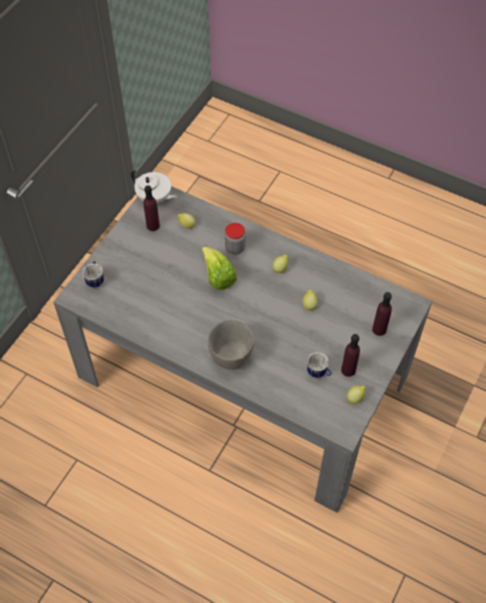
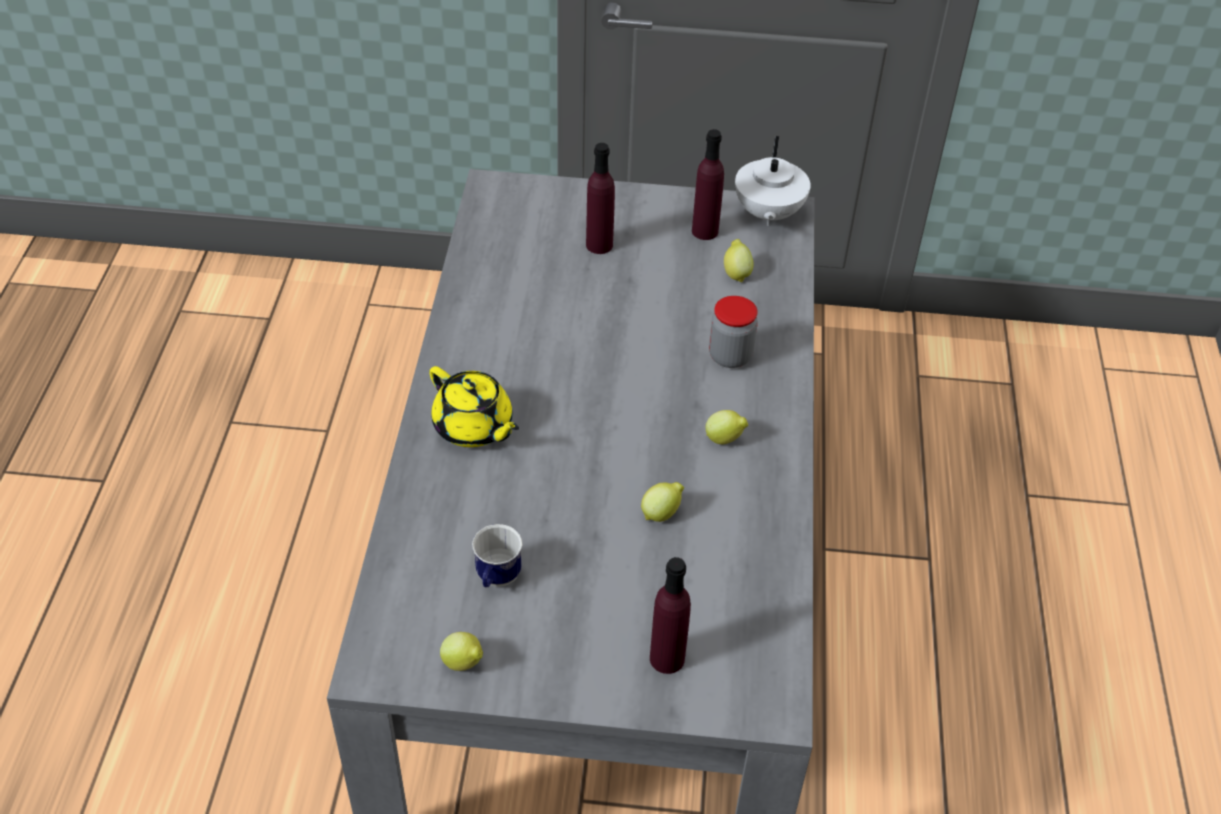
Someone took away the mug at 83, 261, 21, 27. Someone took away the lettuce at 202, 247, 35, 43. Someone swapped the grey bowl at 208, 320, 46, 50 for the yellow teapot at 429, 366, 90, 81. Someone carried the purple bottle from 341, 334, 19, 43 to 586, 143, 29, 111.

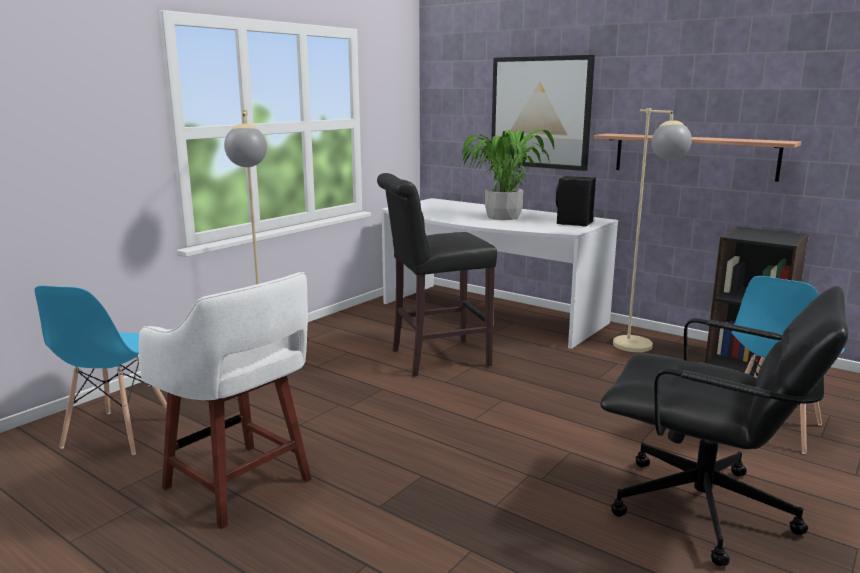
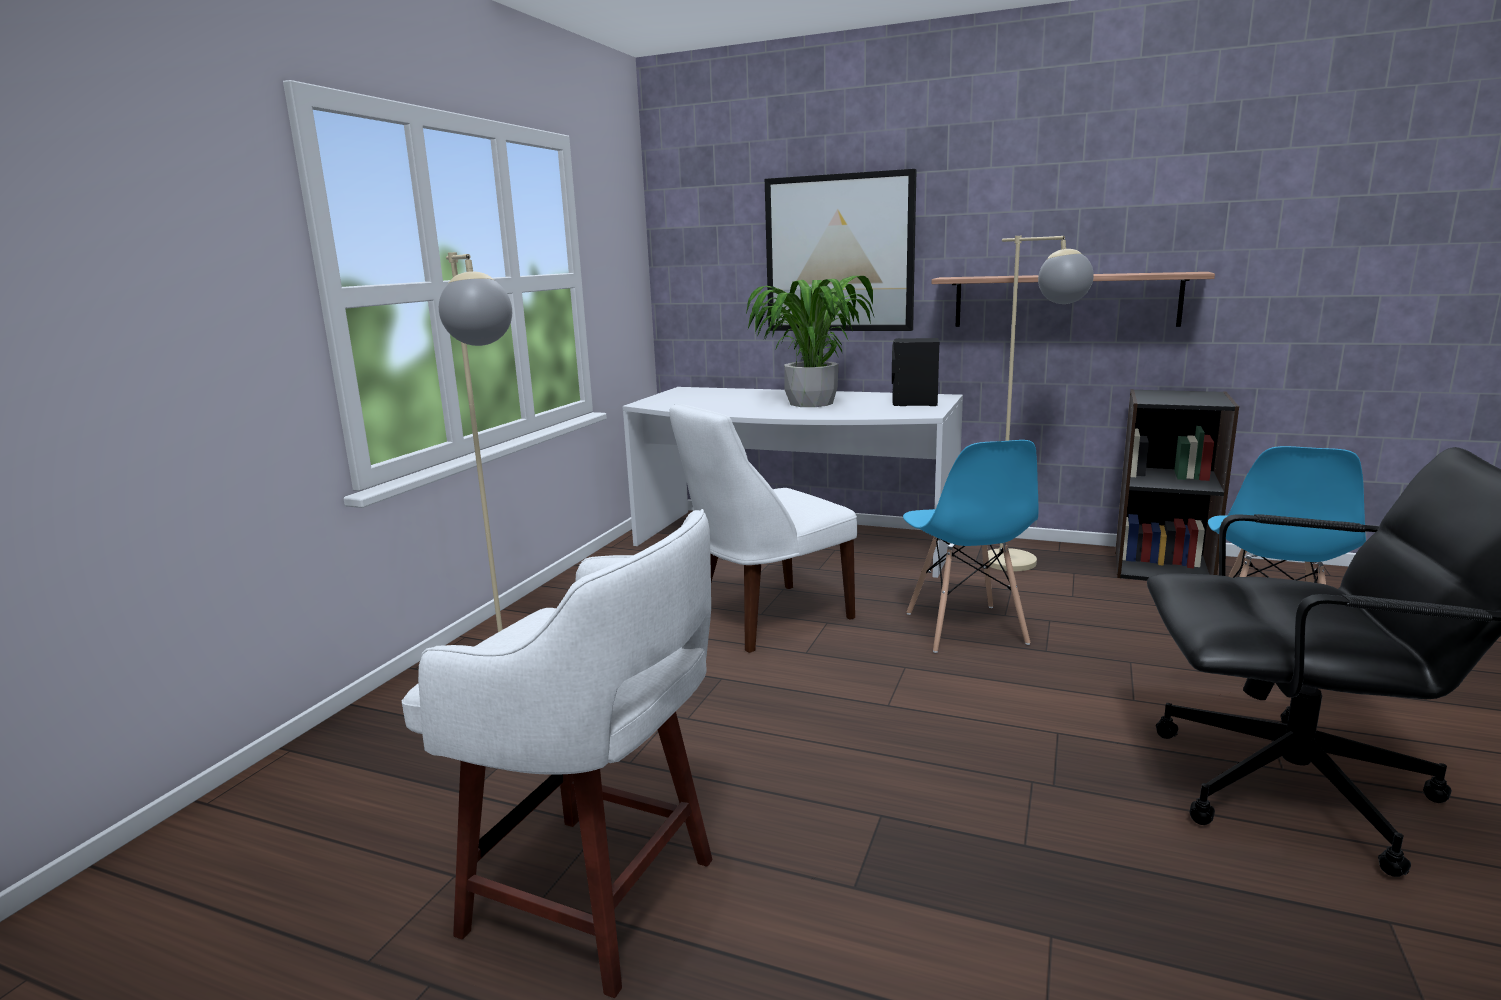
Someone carried the blue chair from 35, 286, 132, 169 to 903, 440, 135, 213. Someone swapped the black stool at 377, 173, 120, 204 for the white chair at 669, 404, 188, 249.

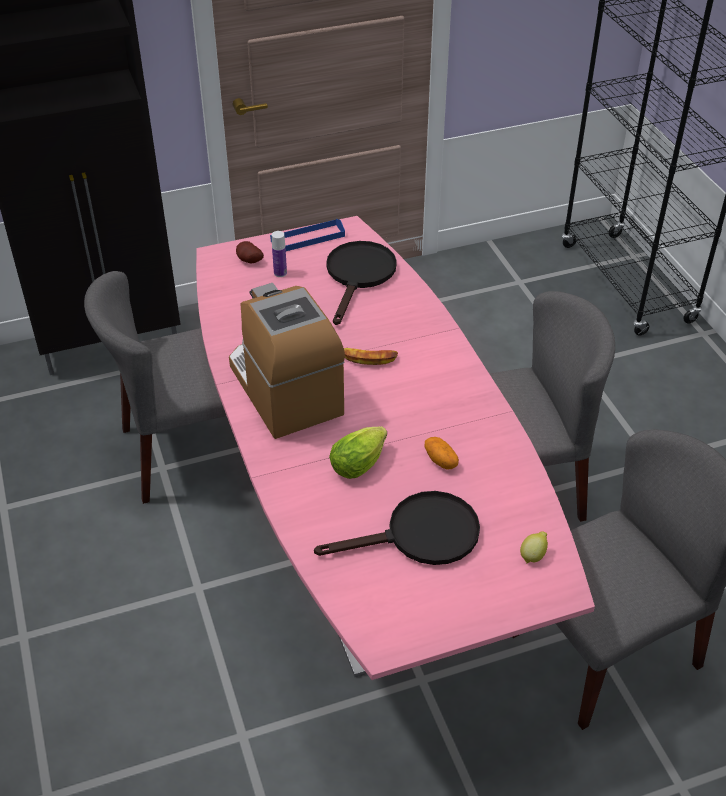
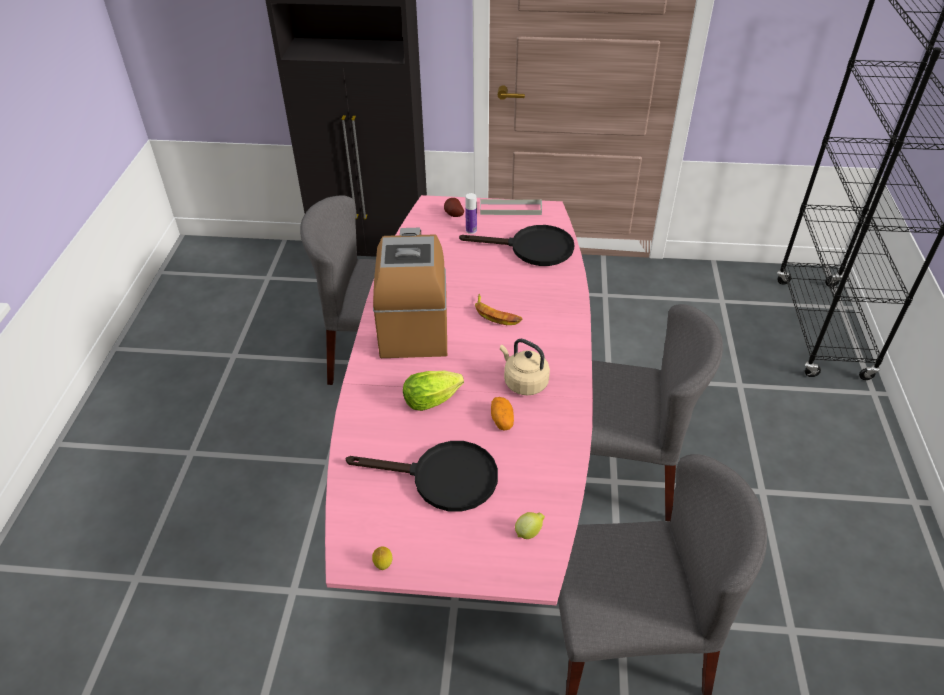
Someone repainted the blue tray at 270, 219, 75, 32, which became the grey tray at 480, 199, 62, 16. Someone rotated the black frying pan at 326, 241, 71, 84 by 60 degrees clockwise. Someone put down the lemon at 372, 546, 20, 24. Someone put down the beige kettle at 500, 339, 50, 56.

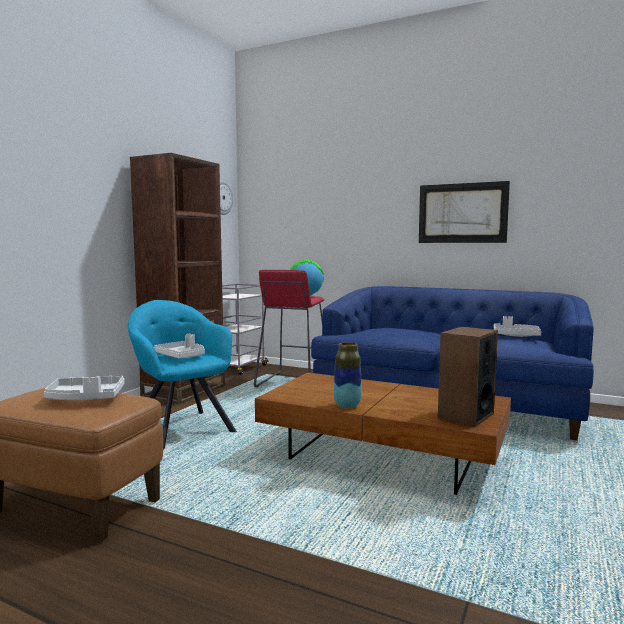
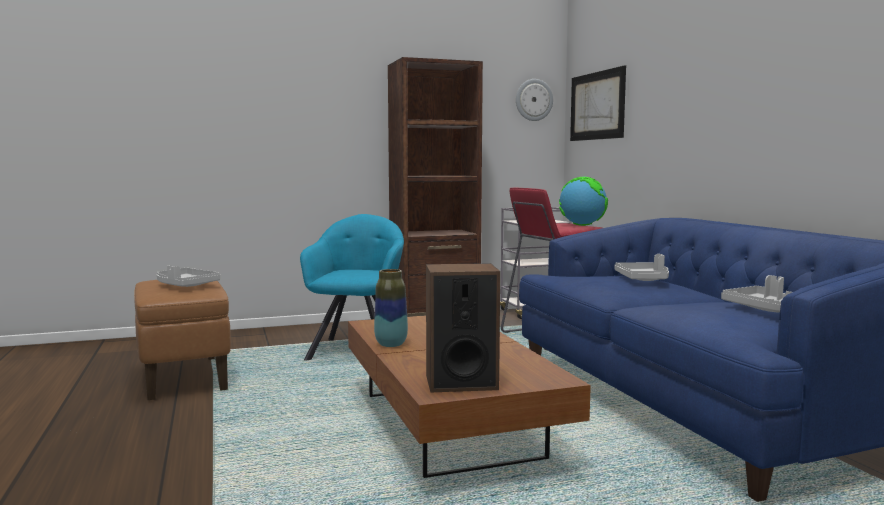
Someone carried the grey tray from 154, 334, 51, 25 to 615, 254, 54, 27. Someone carried the picture from 419, 181, 91, 62 to 570, 65, 56, 76.

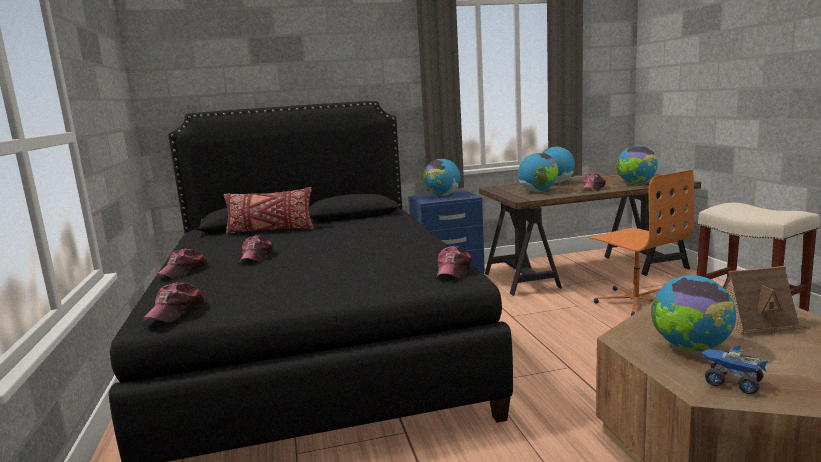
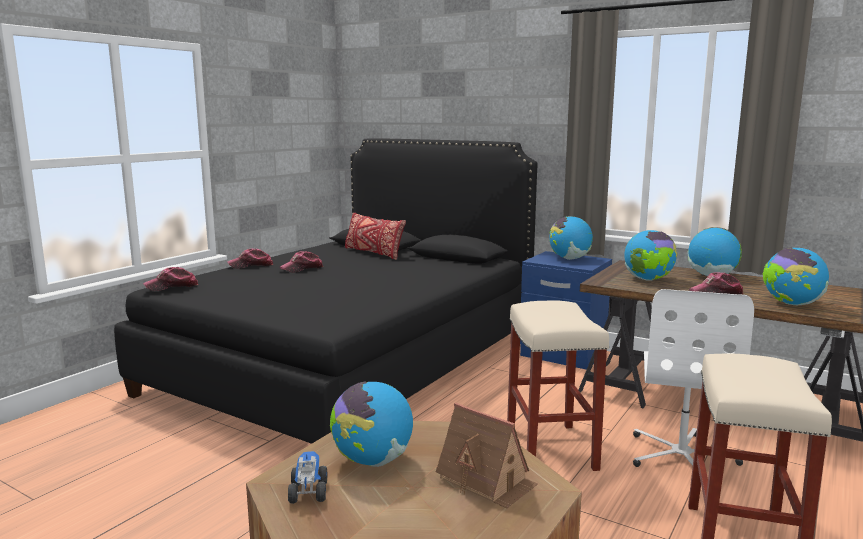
Someone took away the cap at 436, 246, 36, 33. Someone repainted the orange office chair at 589, 170, 105, 146, which became the white office chair at 633, 289, 121, 178. Someone put down the beige stool at 507, 300, 102, 171.

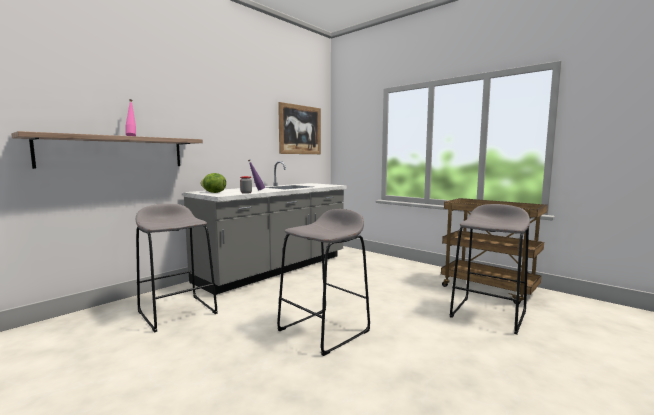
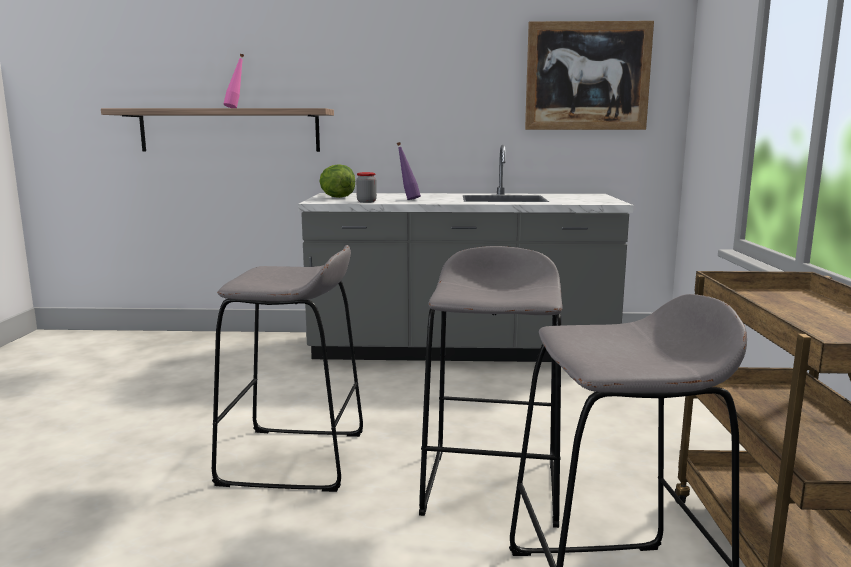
Someone carried the grey stool from 136, 204, 82, 128 to 419, 246, 143, 282.

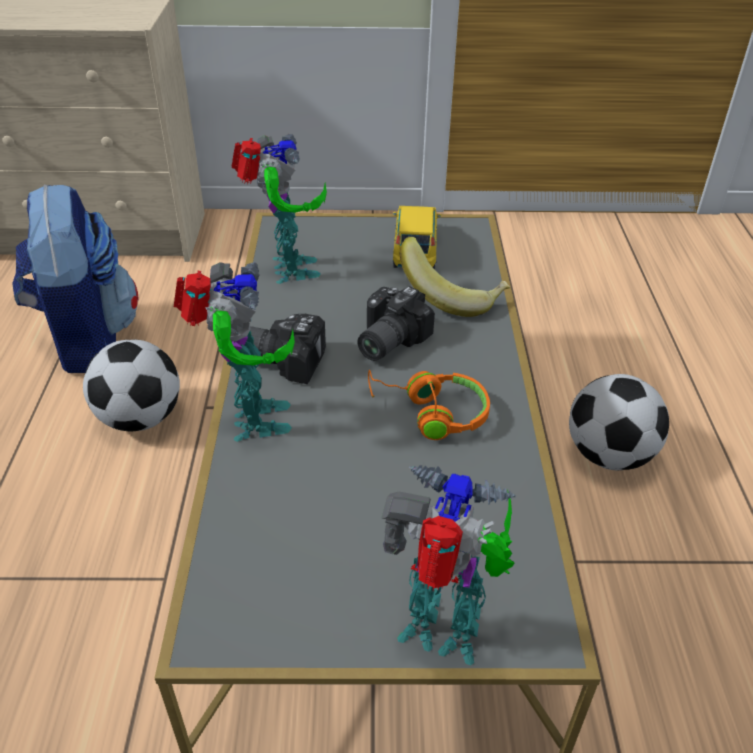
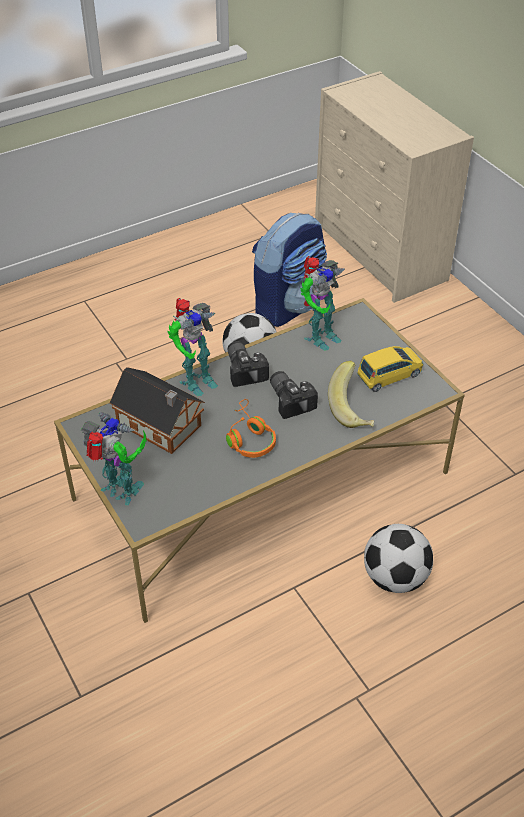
Someone rotated the photo camera at 357, 286, 78, 75 by 60 degrees clockwise. Someone rotated the toy robot at 381, 465, 135, 201 by 45 degrees counterclockwise. Someone put down the toy house at 110, 367, 95, 87.

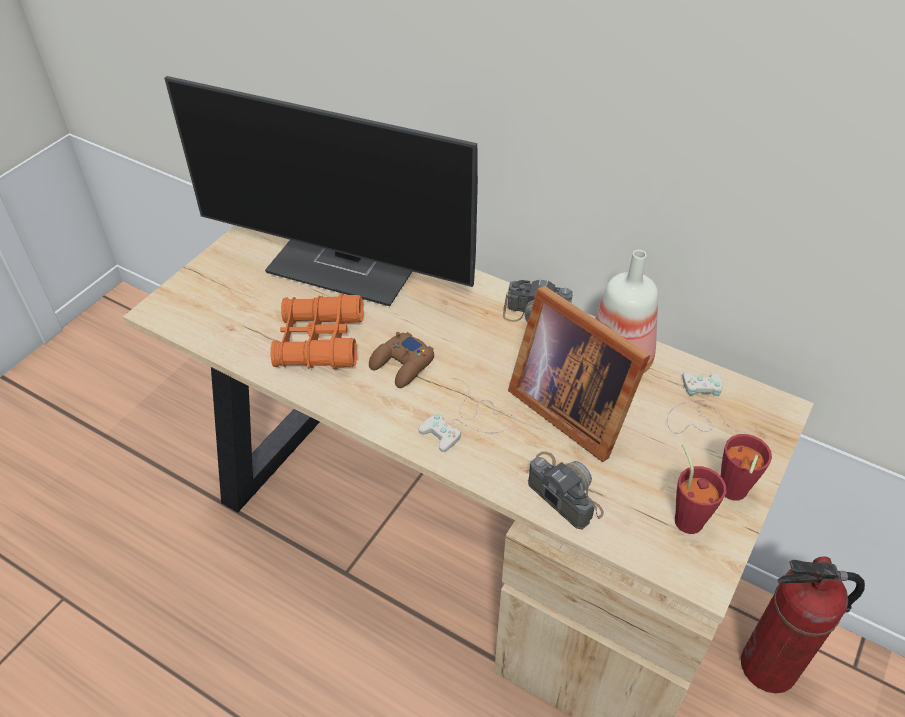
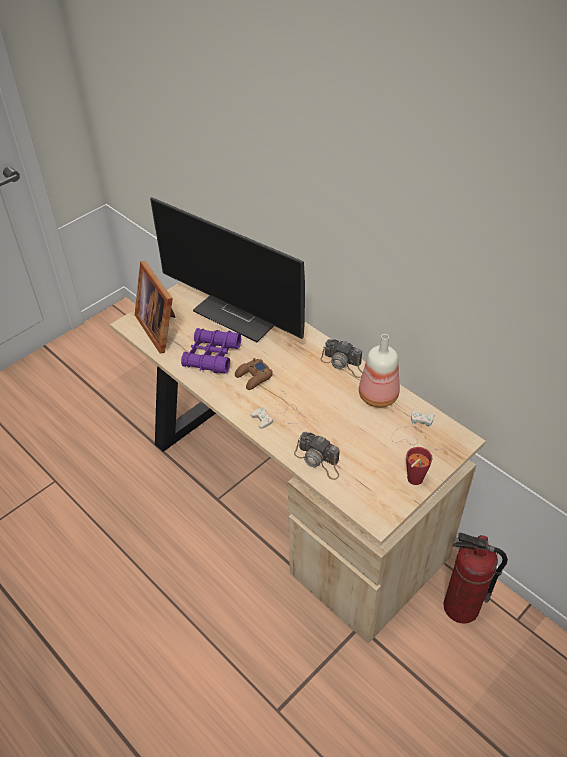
Someone repainted the orange binoculars at 270, 293, 93, 76, which became the purple binoculars at 181, 328, 60, 45. Someone carried the picture frame from 508, 286, 142, 176 to 135, 261, 40, 93. Someone rotated the photo camera at 528, 451, 76, 78 by 150 degrees clockwise. Someone took away the red cup at 675, 444, 51, 90.

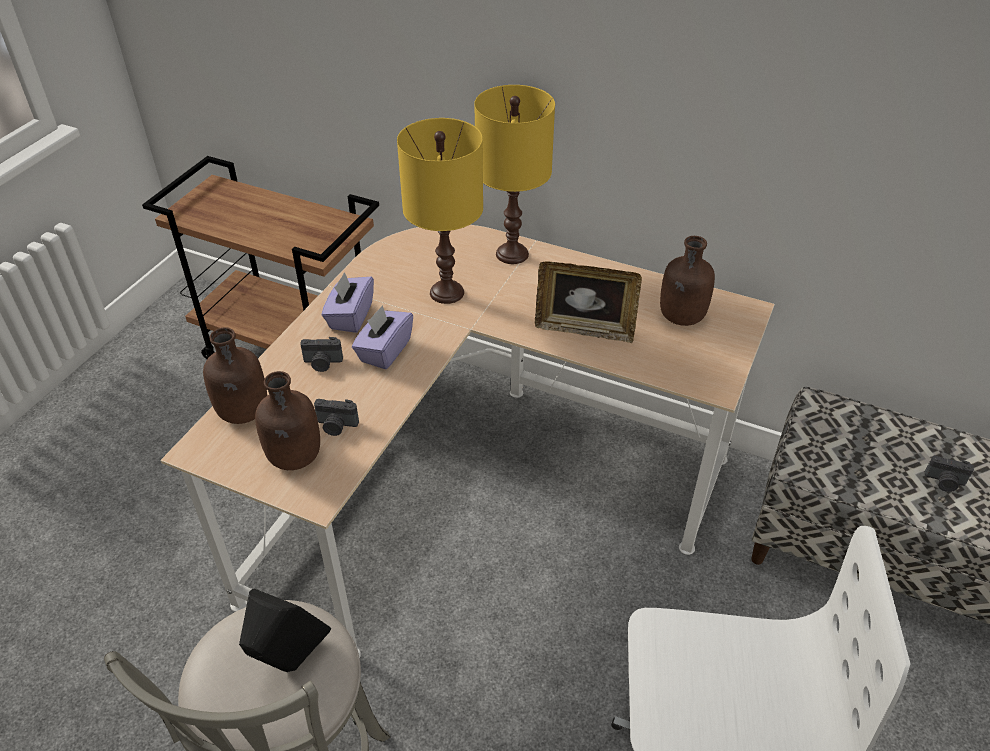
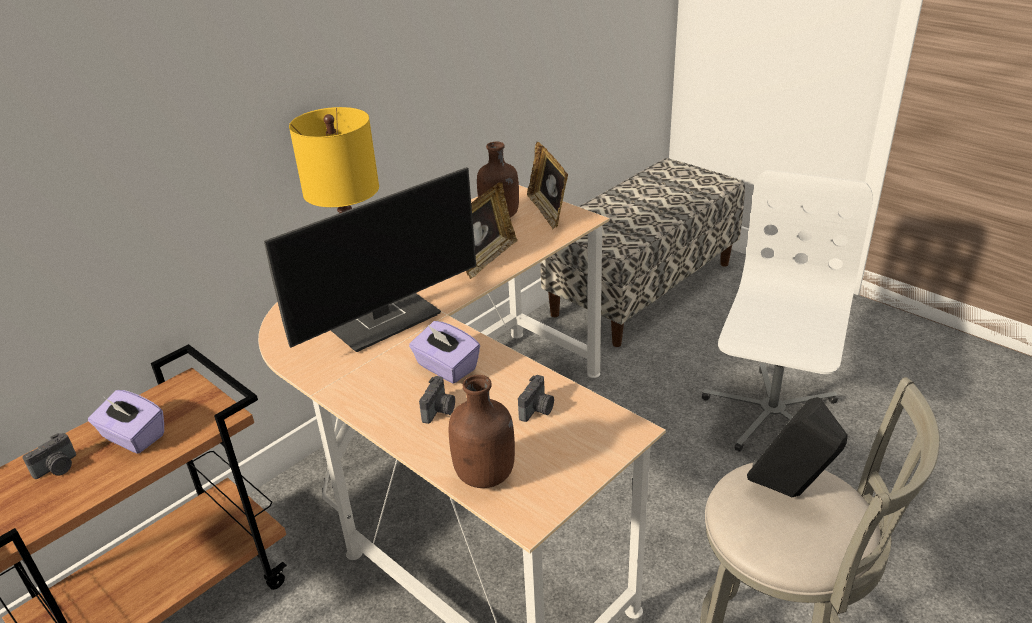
Someone took away the brown bottle at 255, 371, 65, 99. Someone carried the purple tissue box from 322, 272, 52, 61 to 88, 390, 76, 64. Someone swapped the yellow table lamp at 397, 118, 86, 186 for the monitor at 264, 167, 212, 185. Someone carried the photo camera from 925, 455, 49, 37 to 22, 433, 54, 46. Someone put down the picture frame at 527, 142, 41, 88.

